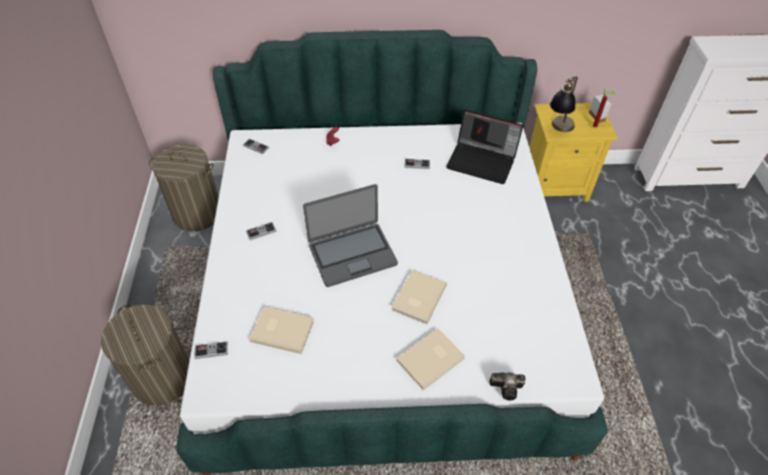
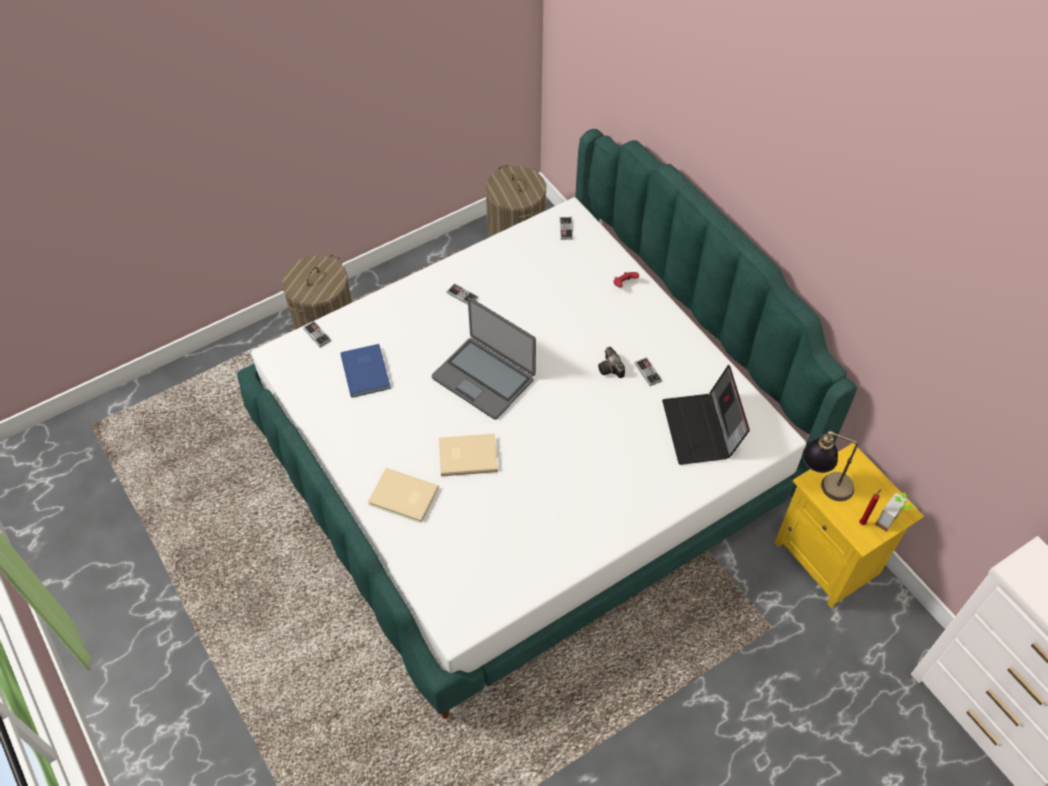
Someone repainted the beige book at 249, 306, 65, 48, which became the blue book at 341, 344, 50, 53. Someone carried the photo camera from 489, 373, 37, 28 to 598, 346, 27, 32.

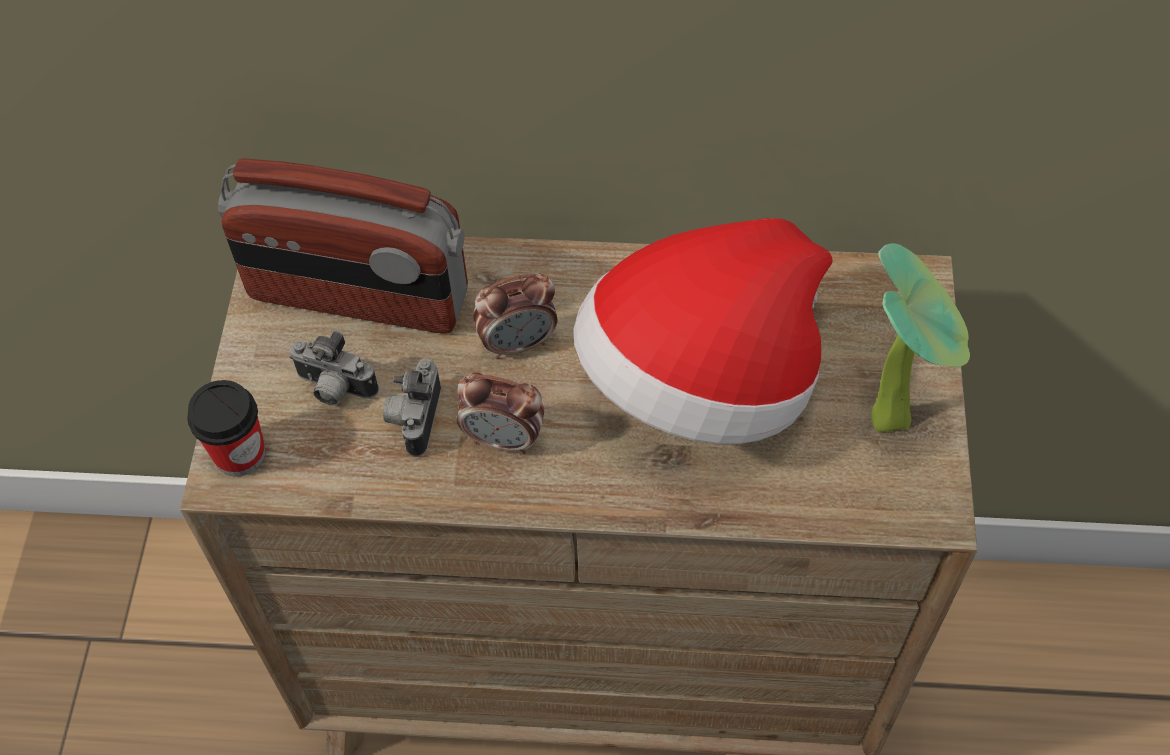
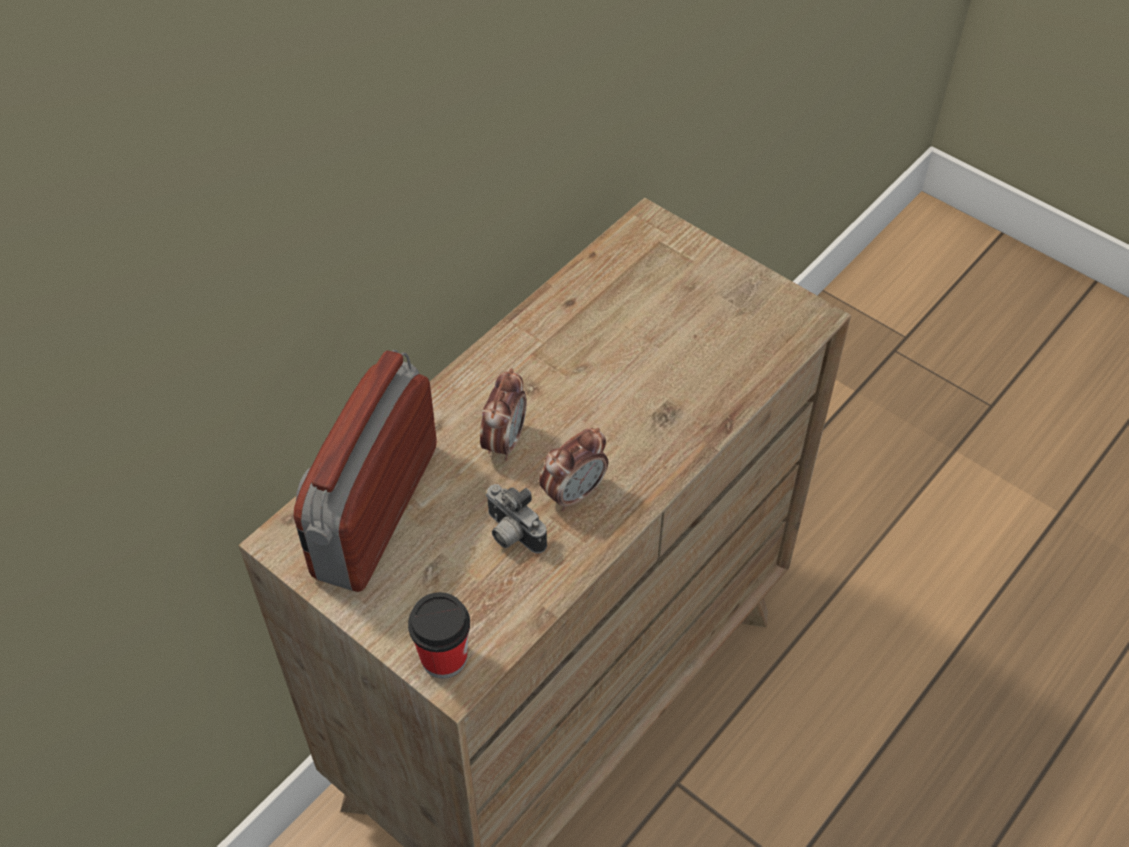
Someone rotated the radio at 218, 158, 250, 176 by 150 degrees clockwise. Someone took away the photo camera at 289, 331, 90, 75. Someone took away the hat at 573, 218, 260, 226. Someone took away the potted plant at 871, 243, 99, 189.

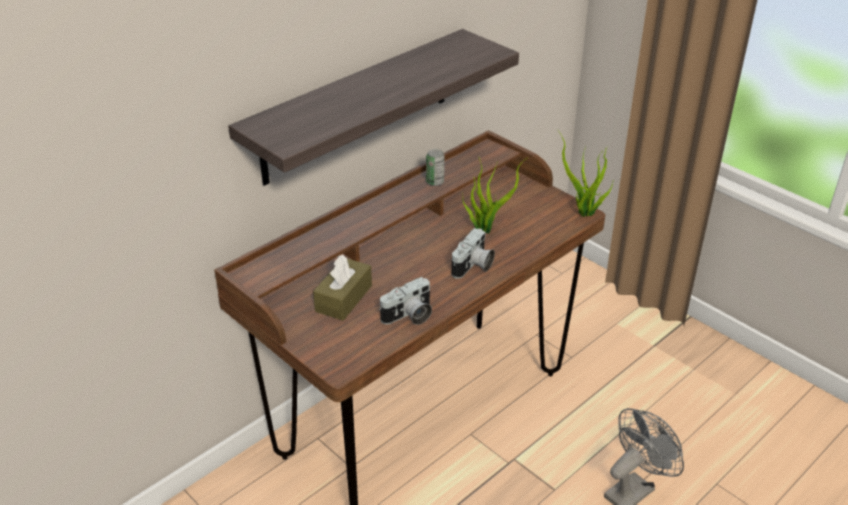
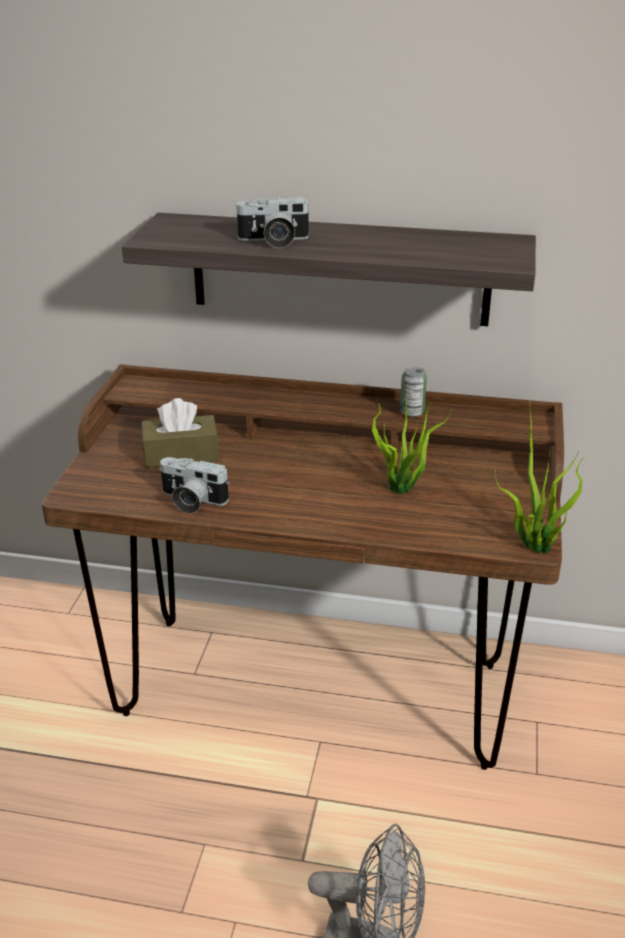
Someone carried the photo camera from 452, 228, 43, 51 to 234, 197, 77, 51.

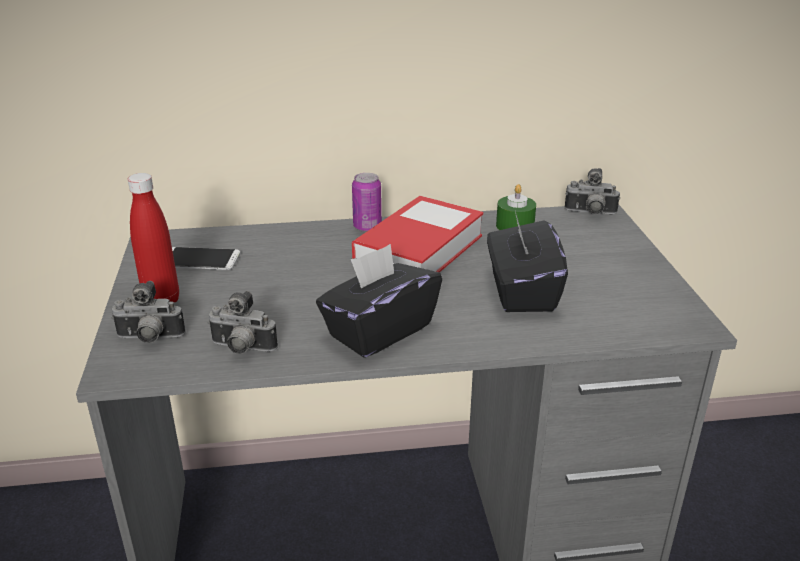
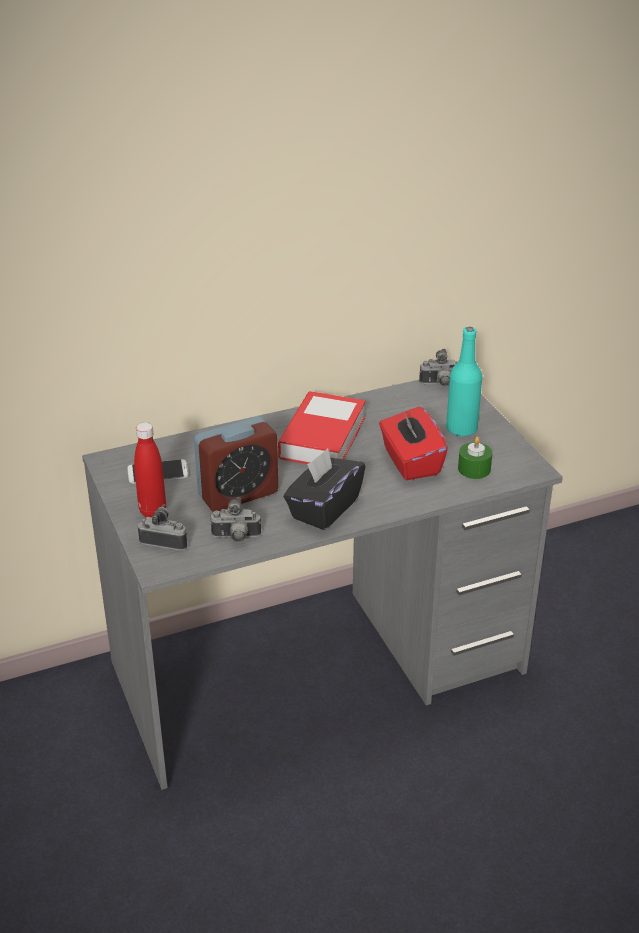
Someone rotated the photo camera at 111, 281, 74, 62 by 150 degrees counterclockwise. Someone took away the can at 352, 173, 30, 59. Someone repainted the black tissue box at 487, 211, 81, 101, which became the red tissue box at 379, 406, 69, 74. Someone carried the green candle from 496, 184, 40, 46 to 458, 437, 34, 42. Someone put down the alarm clock at 194, 416, 84, 96. Someone put down the turquoise bottle at 446, 327, 36, 109.

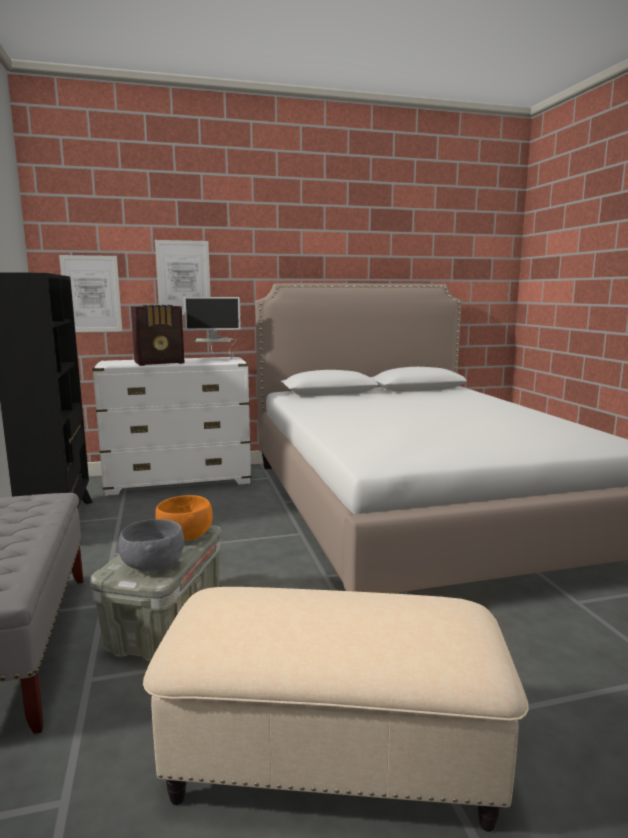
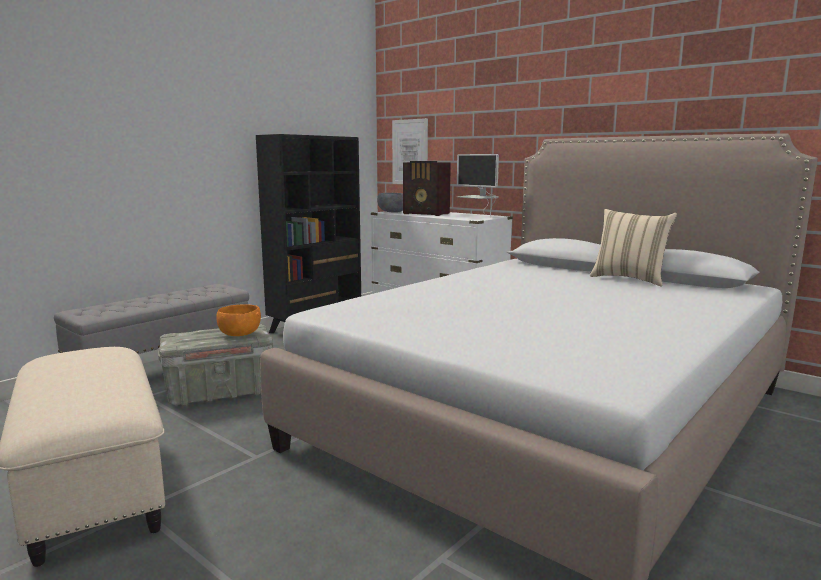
Someone carried the grey bowl from 118, 519, 67, 52 to 377, 193, 26, 20. Someone took away the picture at 155, 240, 56, 75. Someone put down the beige pillow at 590, 209, 87, 78.

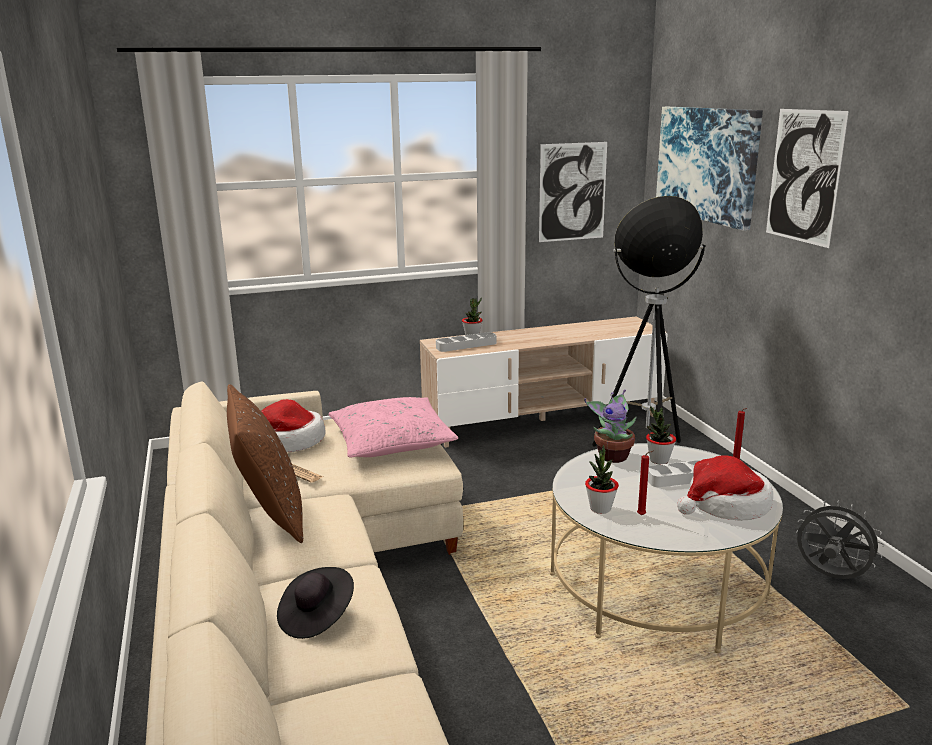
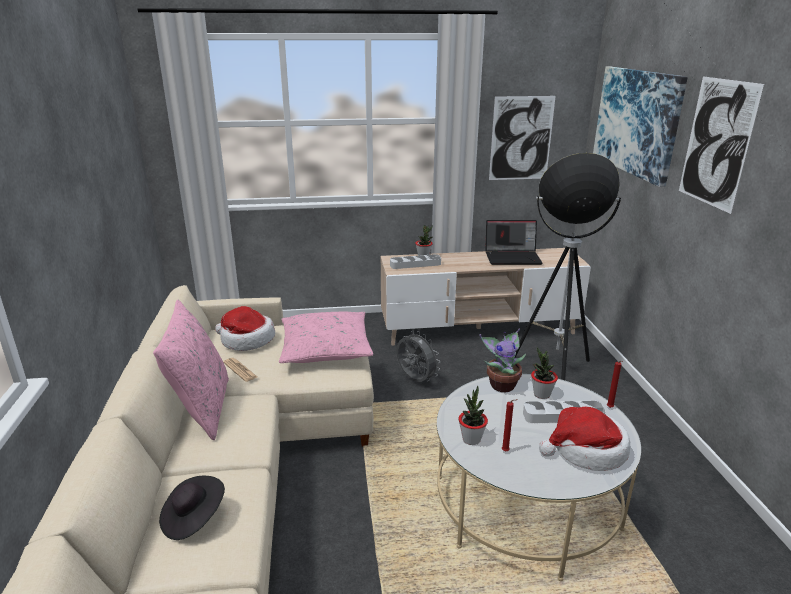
Someone repainted the brown pillow at 227, 384, 76, 159, which became the pink pillow at 153, 300, 76, 141. Someone carried the grey fan from 796, 500, 89, 79 to 396, 331, 44, 51. Someone put down the laptop at 485, 220, 58, 45.

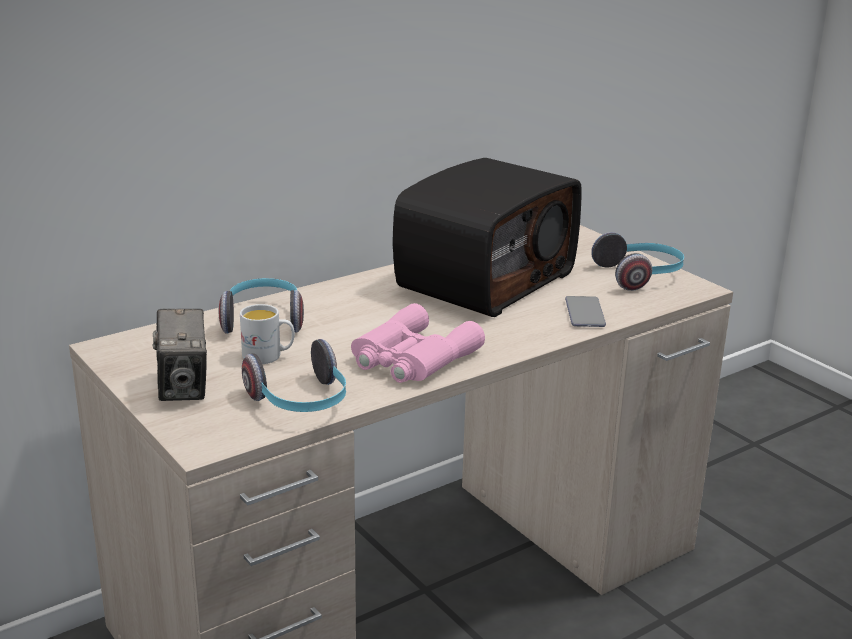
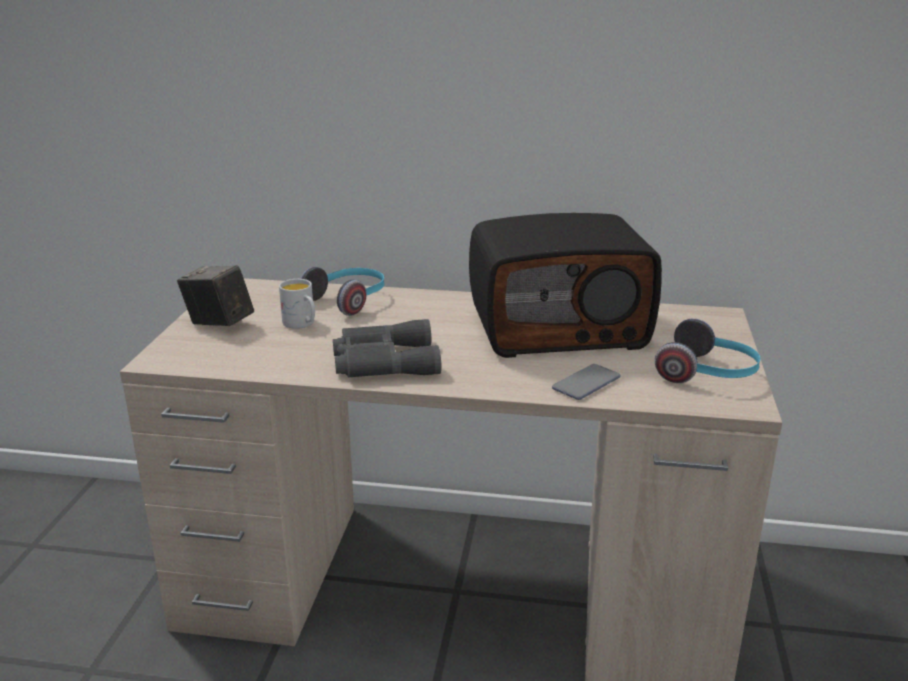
Someone rotated the photo camera at 153, 309, 54, 92 by 90 degrees clockwise. Someone took away the headphones at 242, 339, 104, 73. Someone repainted the pink binoculars at 351, 303, 134, 80, which became the grey binoculars at 333, 319, 108, 59.

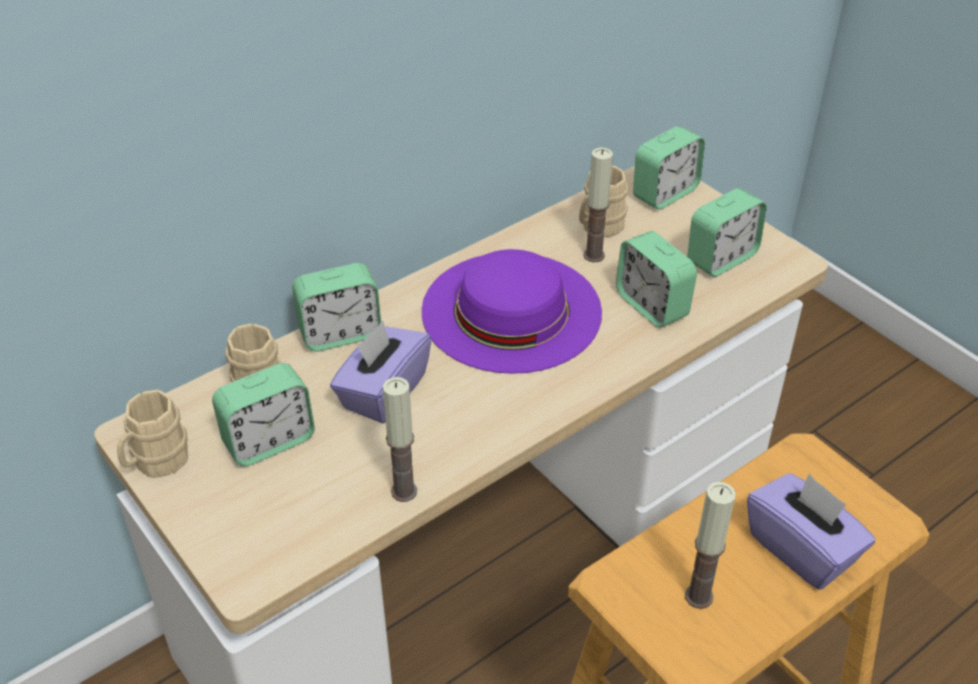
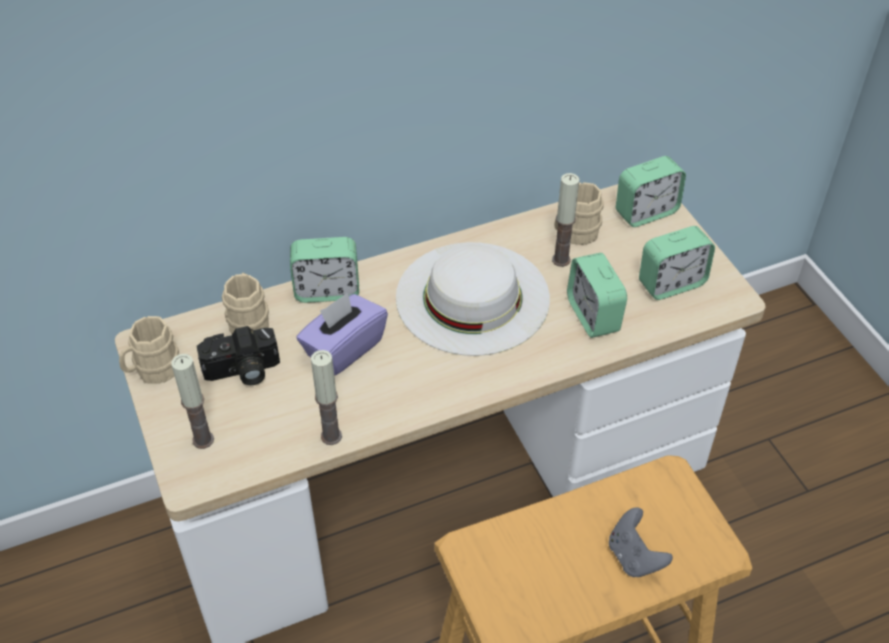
Someone swapped the alarm clock at 212, 363, 103, 104 for the photo camera at 197, 326, 83, 59. Someone repainted the purple hat at 422, 249, 180, 125, which became the white hat at 396, 242, 154, 114. Someone carried the candle from 685, 482, 51, 127 to 171, 354, 43, 95. Someone swapped the purple tissue box at 747, 473, 129, 117 for the grey game controller at 609, 507, 64, 70.

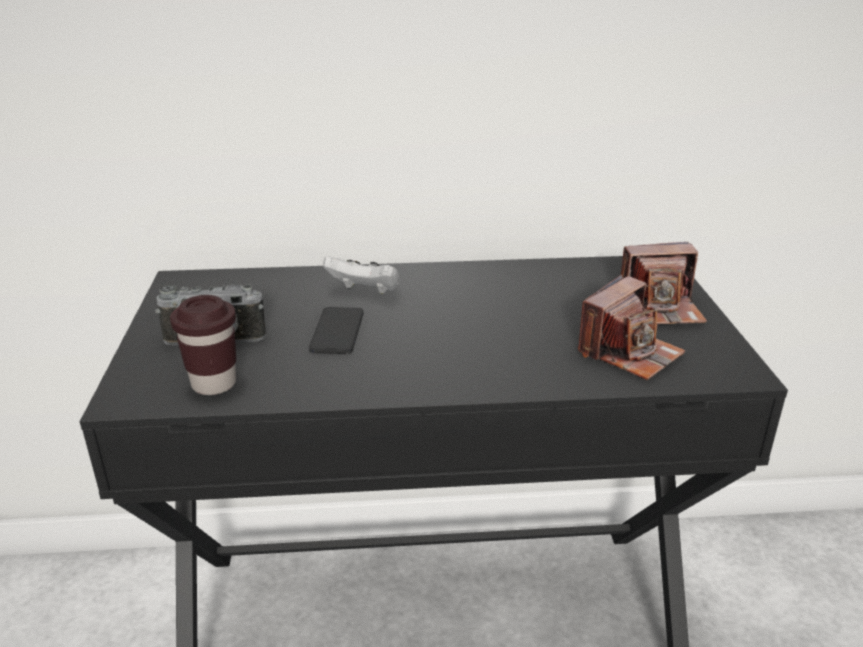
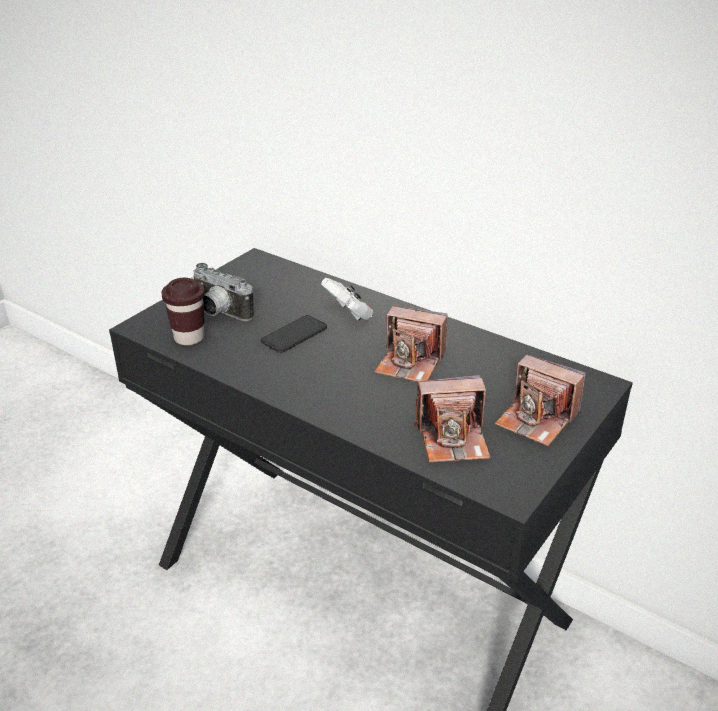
Someone put down the photo camera at 375, 306, 73, 76.

